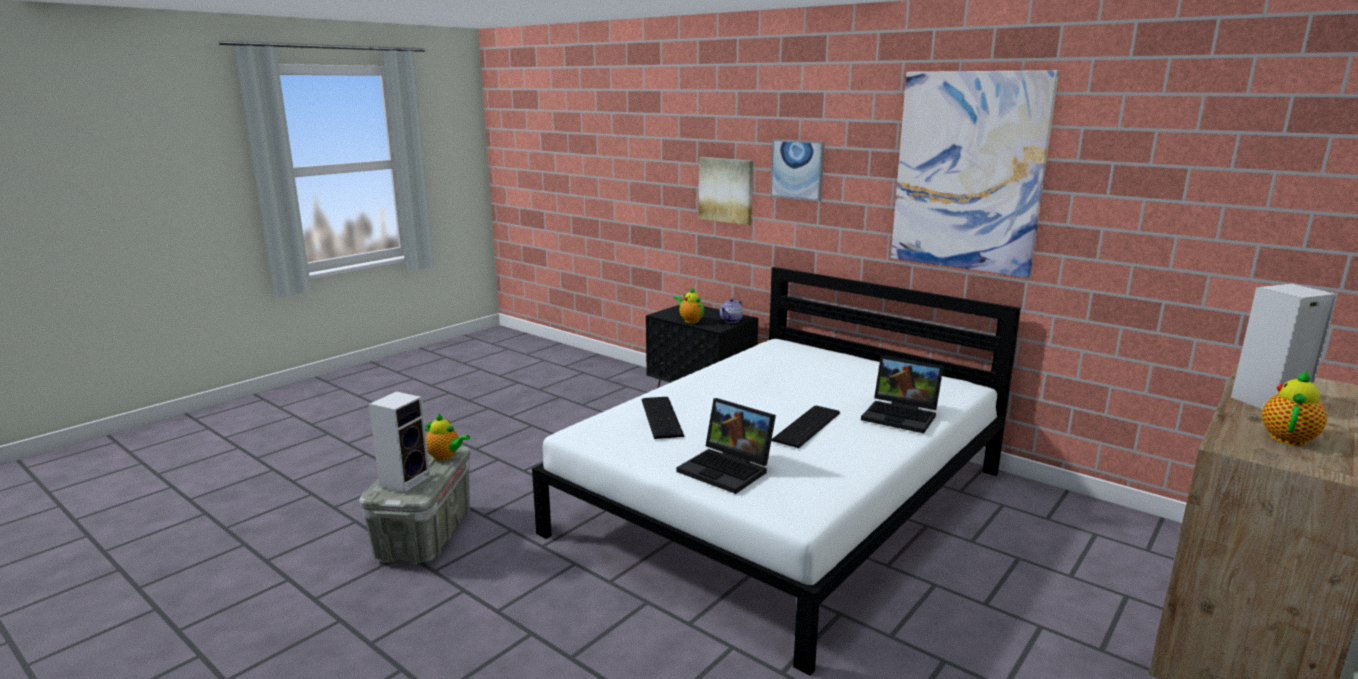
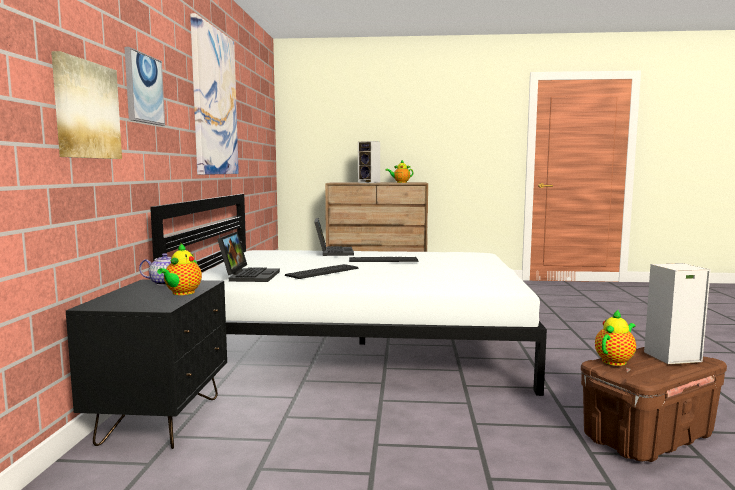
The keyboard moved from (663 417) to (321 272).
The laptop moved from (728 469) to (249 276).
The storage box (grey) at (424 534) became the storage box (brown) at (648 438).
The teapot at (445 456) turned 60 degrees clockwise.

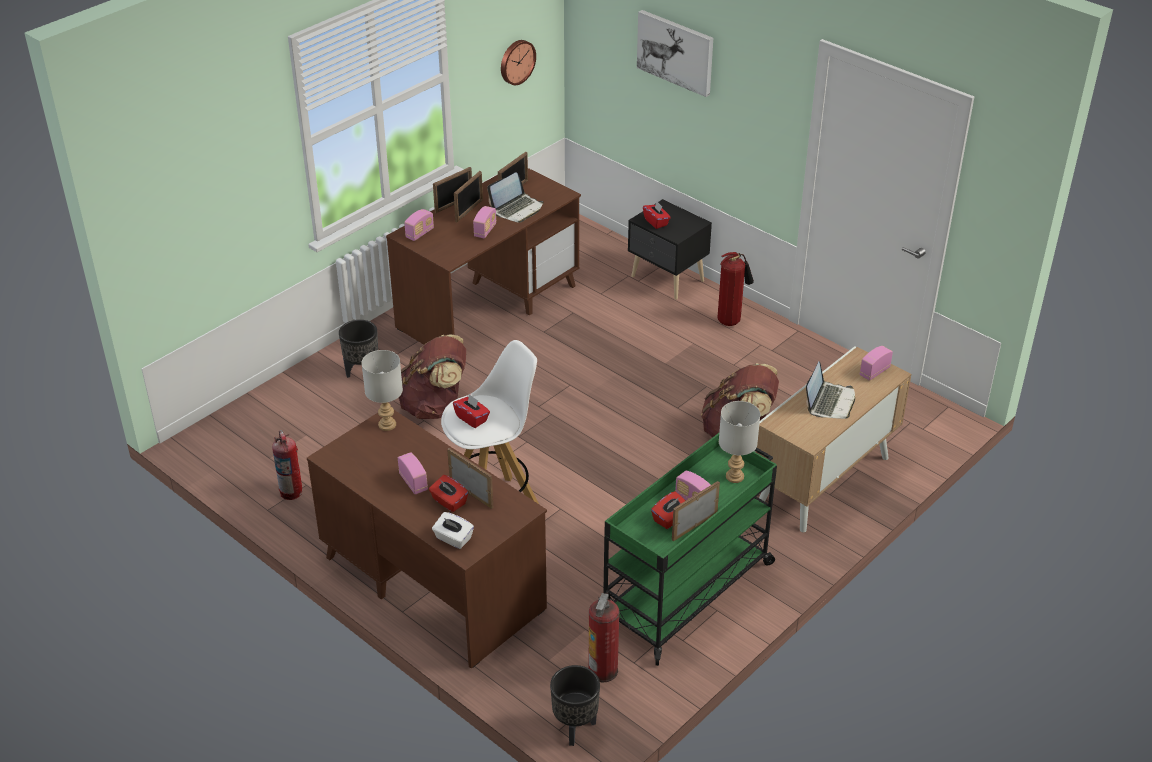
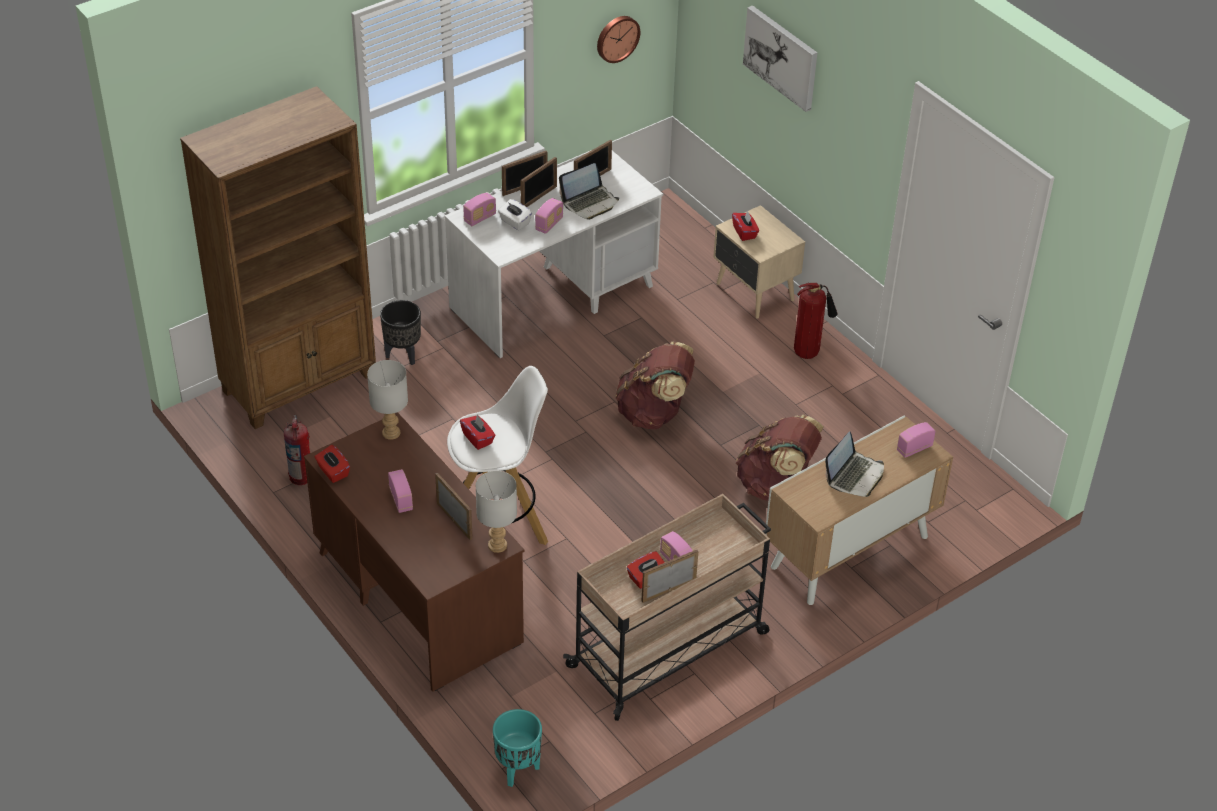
The fire extinguisher at (603 670) disappeared.
The bookcase (brown) at (300 383) appeared.
The backpack (brown) moved from (435 406) to (654 413).
The tissue box (red) moved from (449 502) to (333 472).
The tissue box (white) moved from (453 539) to (514 222).
The table lamp (grey) moved from (735 477) to (497 546).
The desk (brown) at (489 305) became the desk (white) at (554 296).
The planter (black) at (575 728) became the planter (turquoise) at (518 770).
The cart (green) at (687 592) became the cart (beige) at (670 649).
The nightstand (black) at (667 280) became the nightstand (beige) at (754 293).

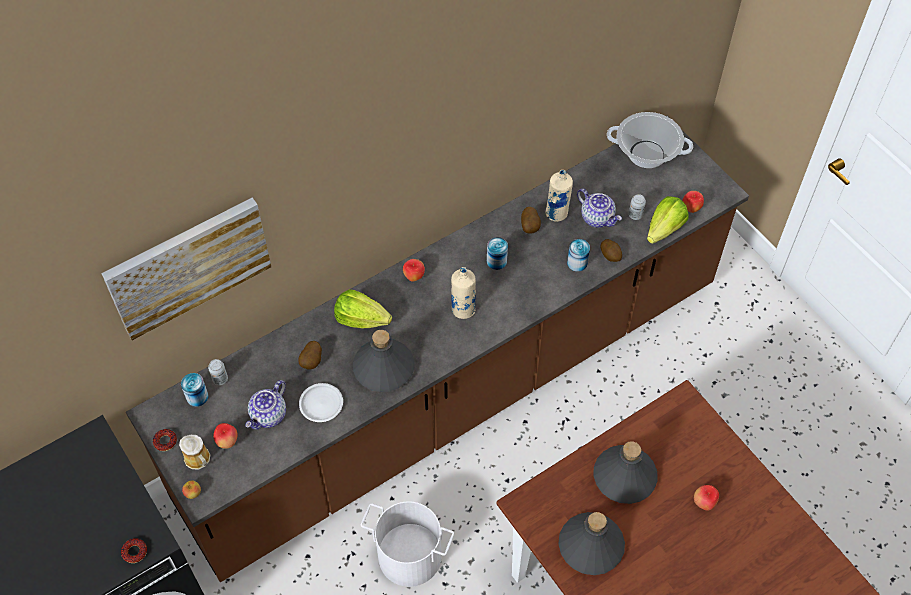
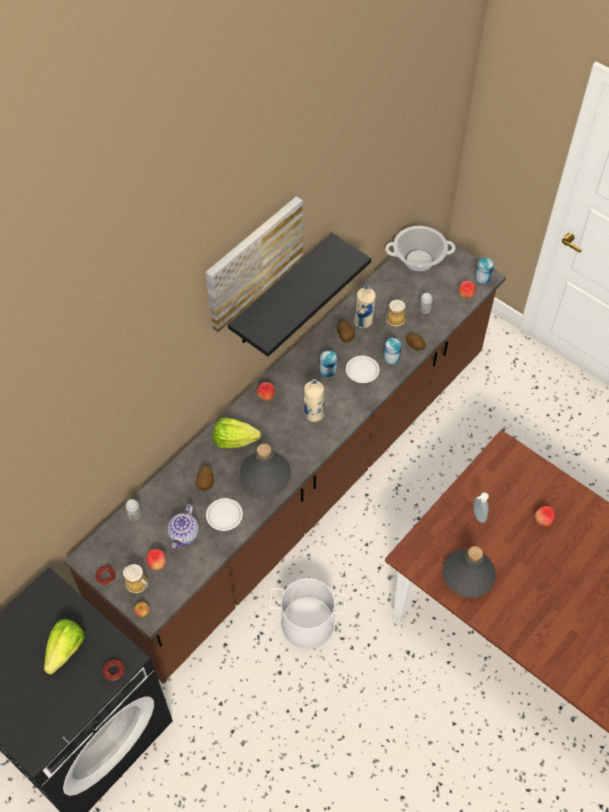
The shelf (black) at (281 292) appeared.
The plate (white) at (362 370) appeared.
The picture moved from (188 266) to (253 262).
The can moved from (197 397) to (483 277).
The lettuce moved from (664 229) to (66 650).
The teapot at (597 218) was replaced by the mug at (396 318).
The bottle (grey) at (625 477) was replaced by the soap dispenser at (477 516).

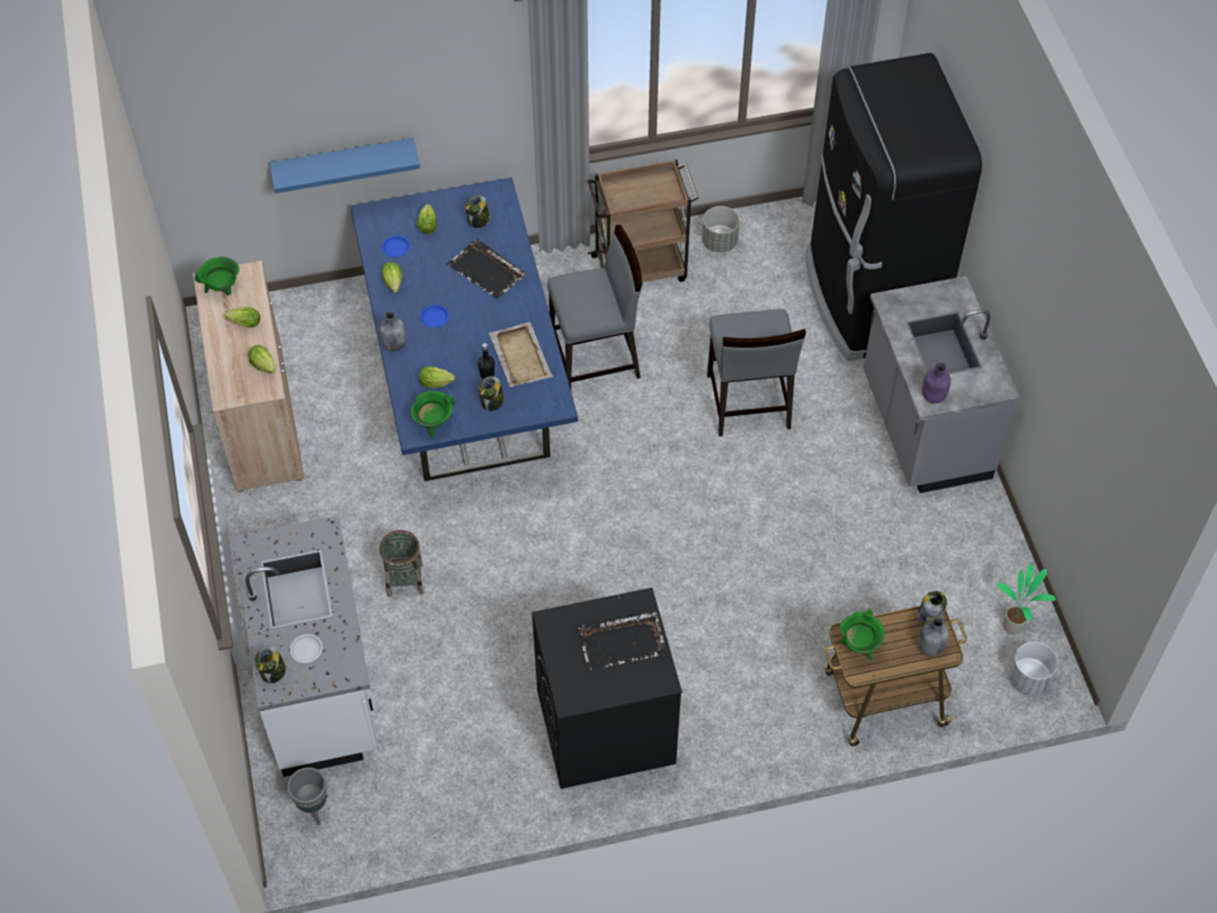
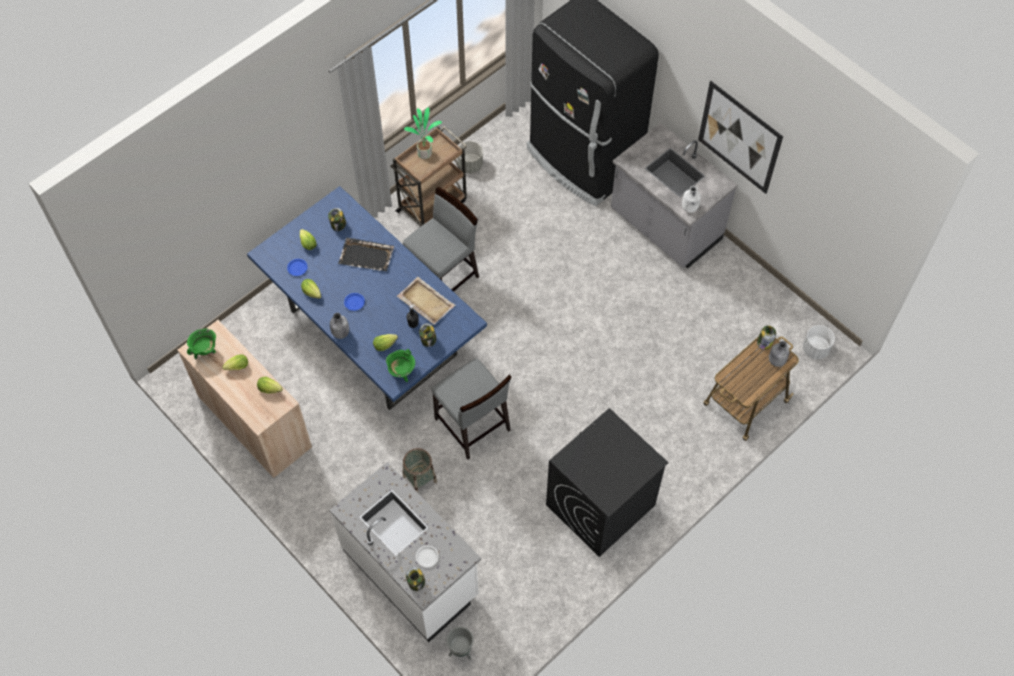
The shelf (blue) at (343 162) disappeared.
The tray (black) at (623 642) disappeared.
The cooking pot (green) at (859 646) disappeared.
The picture at (739 137) appeared.
The chair (grey) moved from (747 402) to (472 425).
The potted plant moved from (1014 624) to (425 153).
The bottle (purple) at (932 397) became the bottle (white) at (689 208).

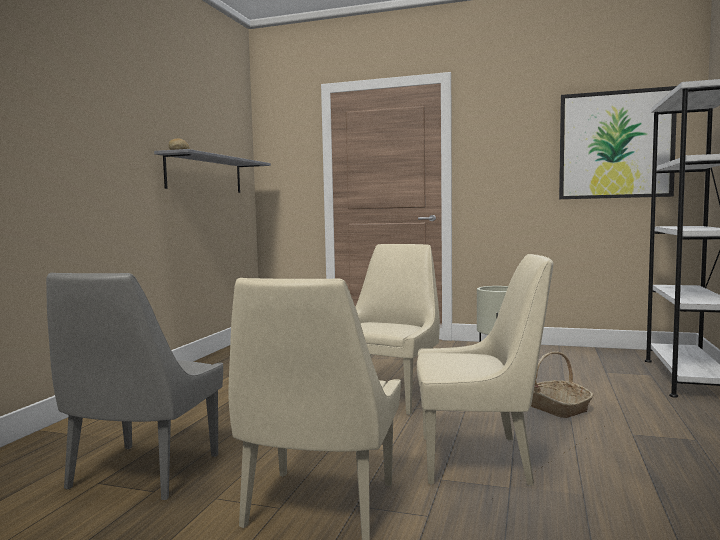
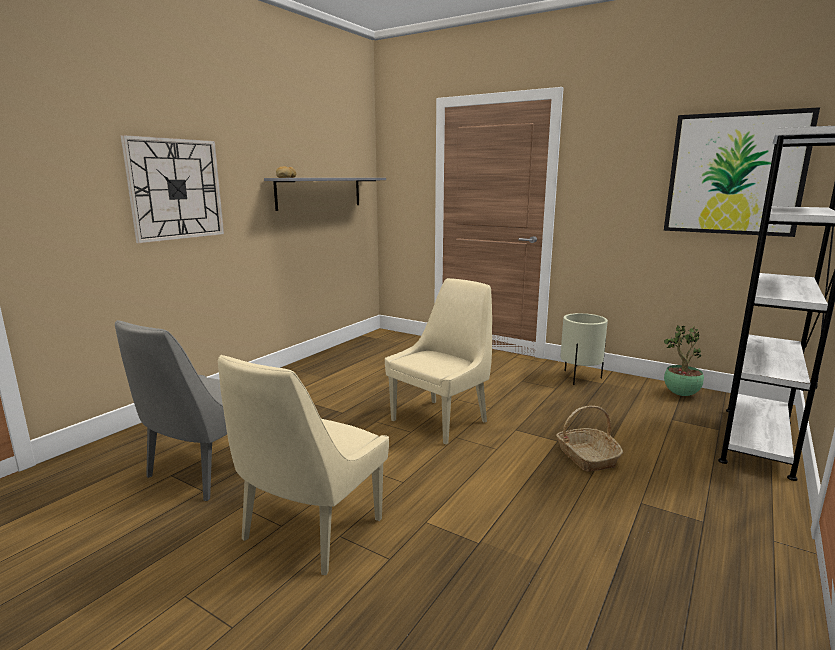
The chair (beige) at (479 459) disappeared.
The wall clock at (176 189) appeared.
The potted plant at (680 394) appeared.

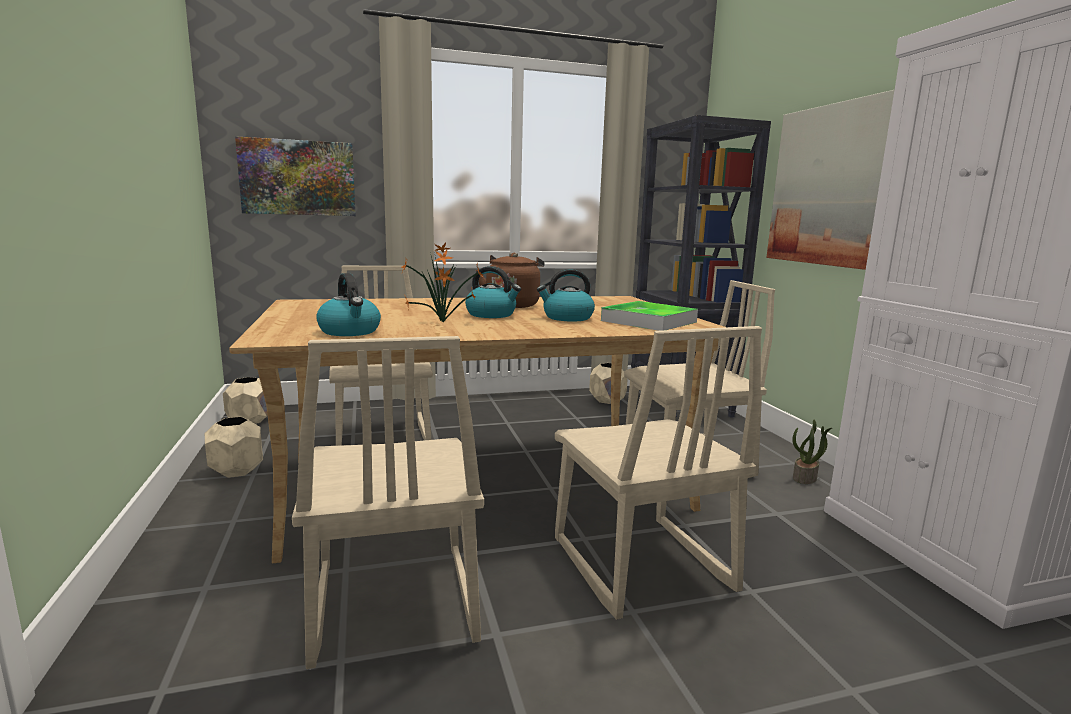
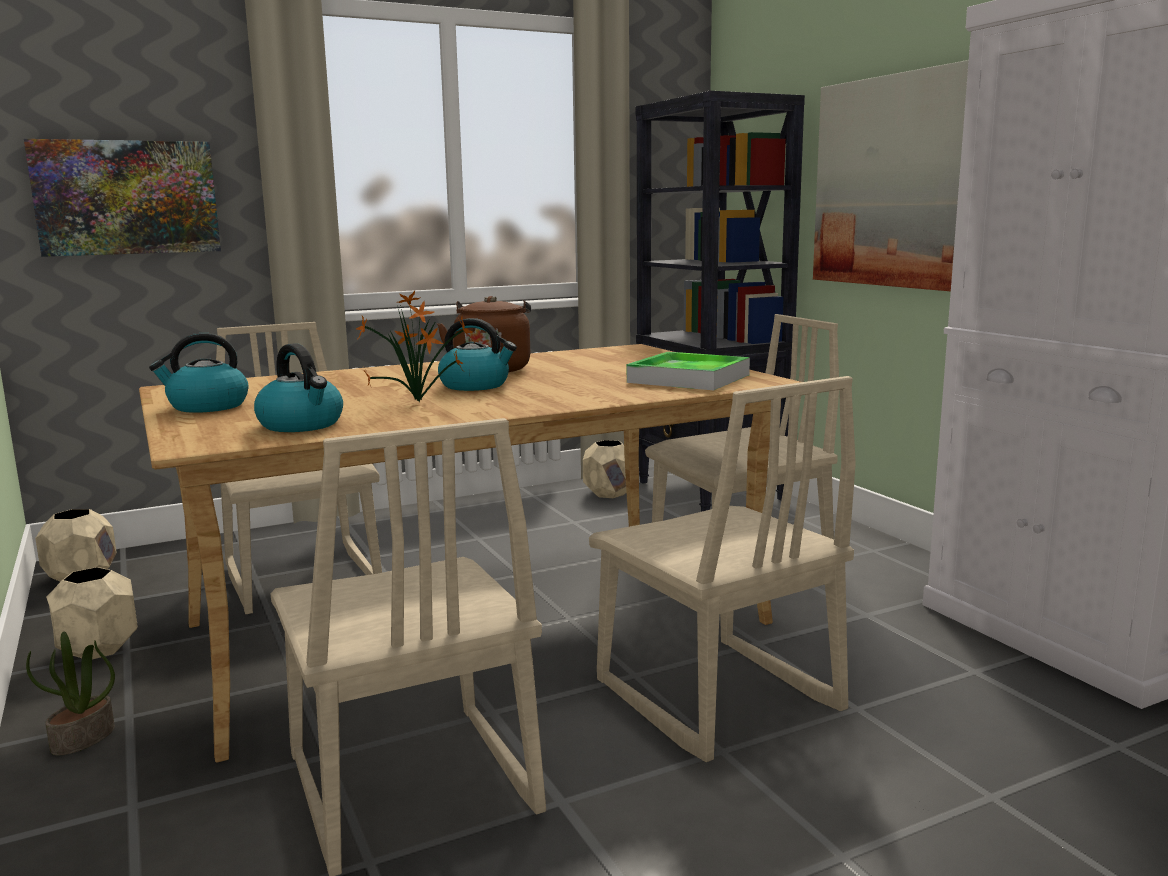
The kettle moved from (567 318) to (207 406).
The potted plant moved from (805 478) to (83 739).

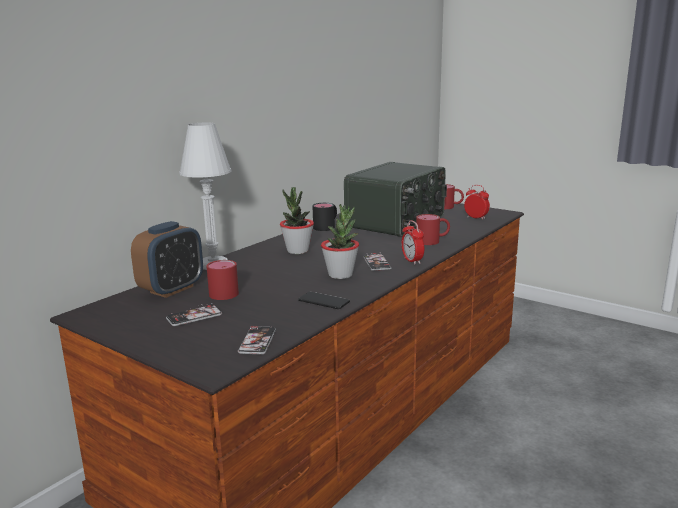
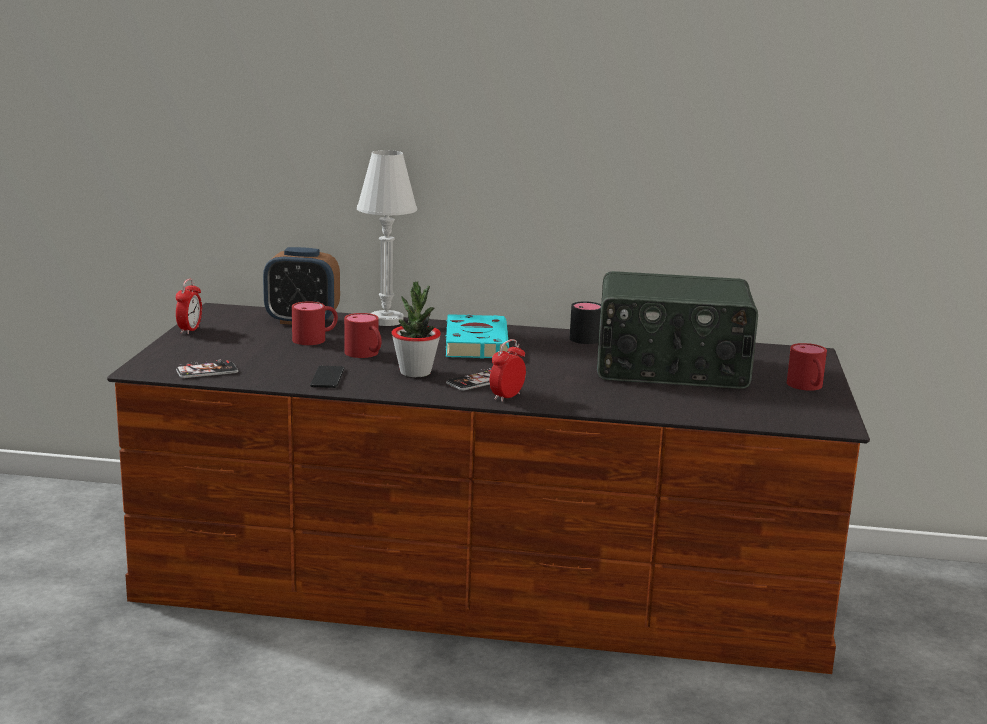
The phone at (194 316) disappeared.
The mug (red) moved from (433 241) to (366 354).
The alarm clock moved from (476 218) to (190 330).
The potted plant at (297 251) was replaced by the book (turquoise) at (475 343).

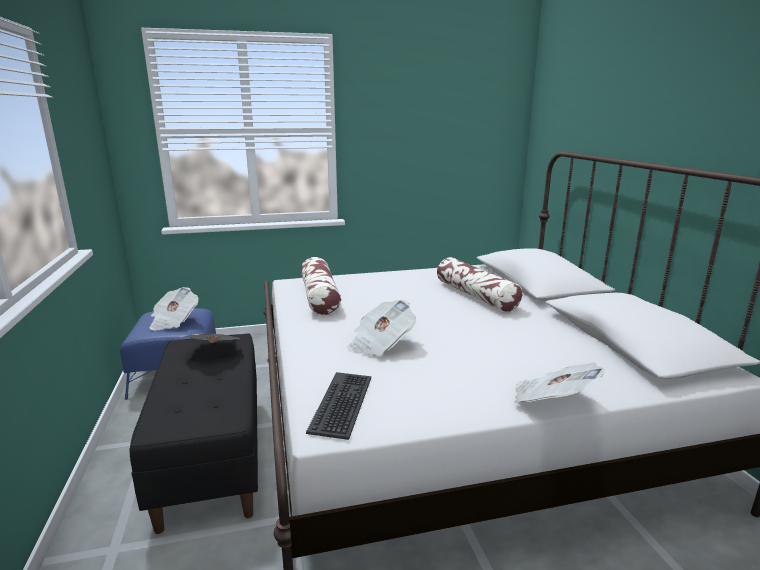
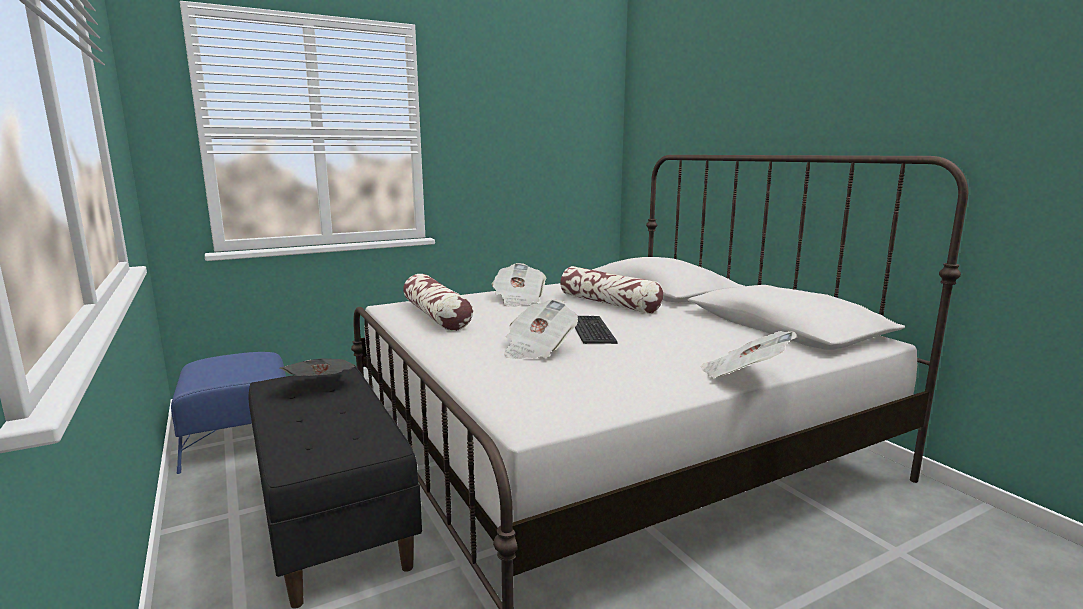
The newspaper moved from (174 321) to (518 300).
The keyboard moved from (342 404) to (592 330).

